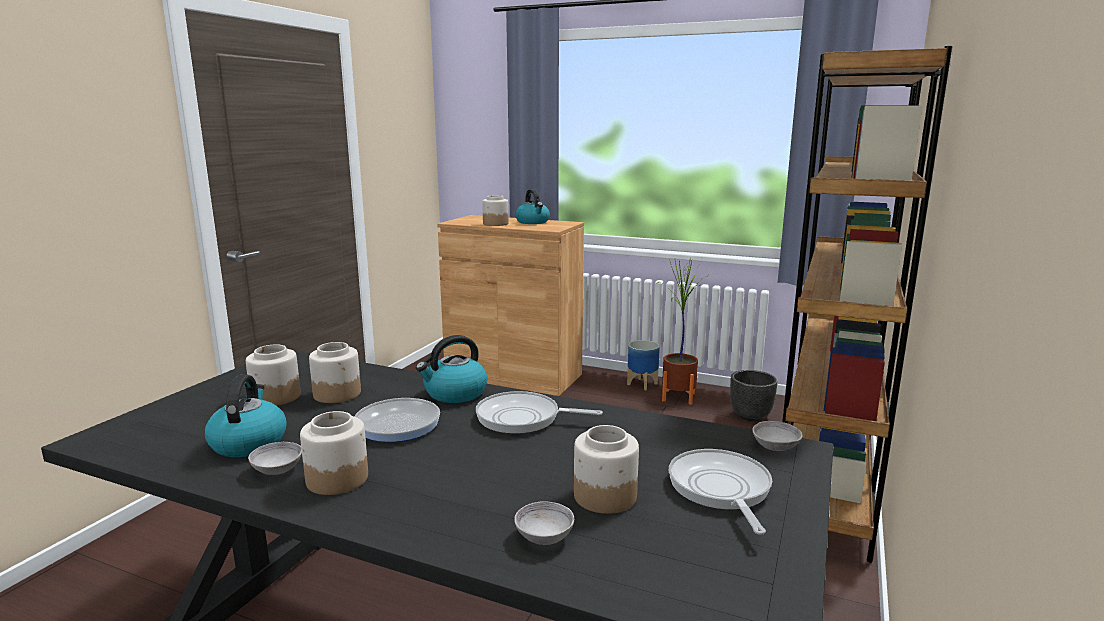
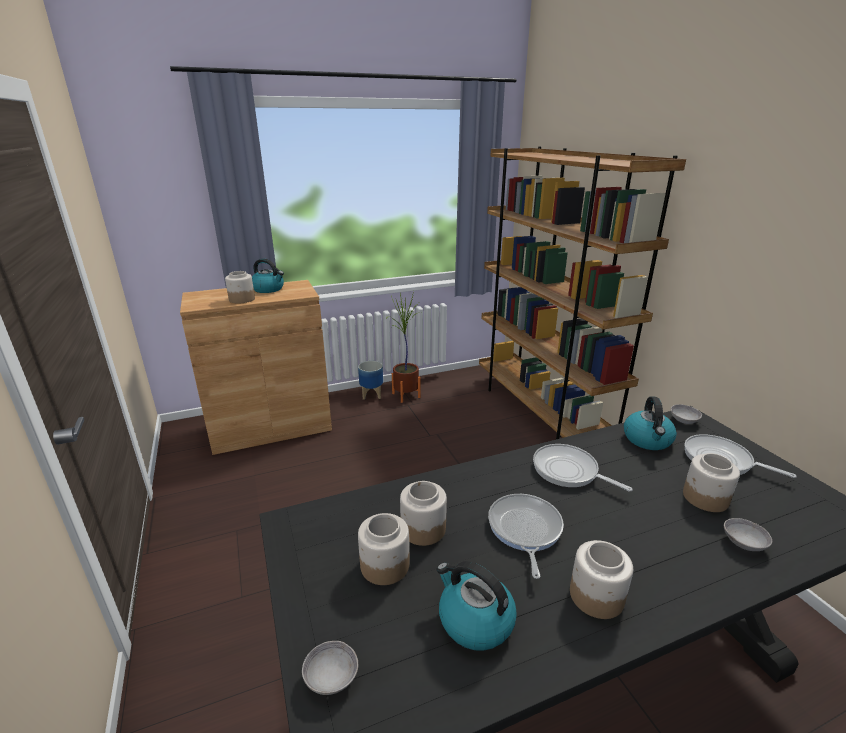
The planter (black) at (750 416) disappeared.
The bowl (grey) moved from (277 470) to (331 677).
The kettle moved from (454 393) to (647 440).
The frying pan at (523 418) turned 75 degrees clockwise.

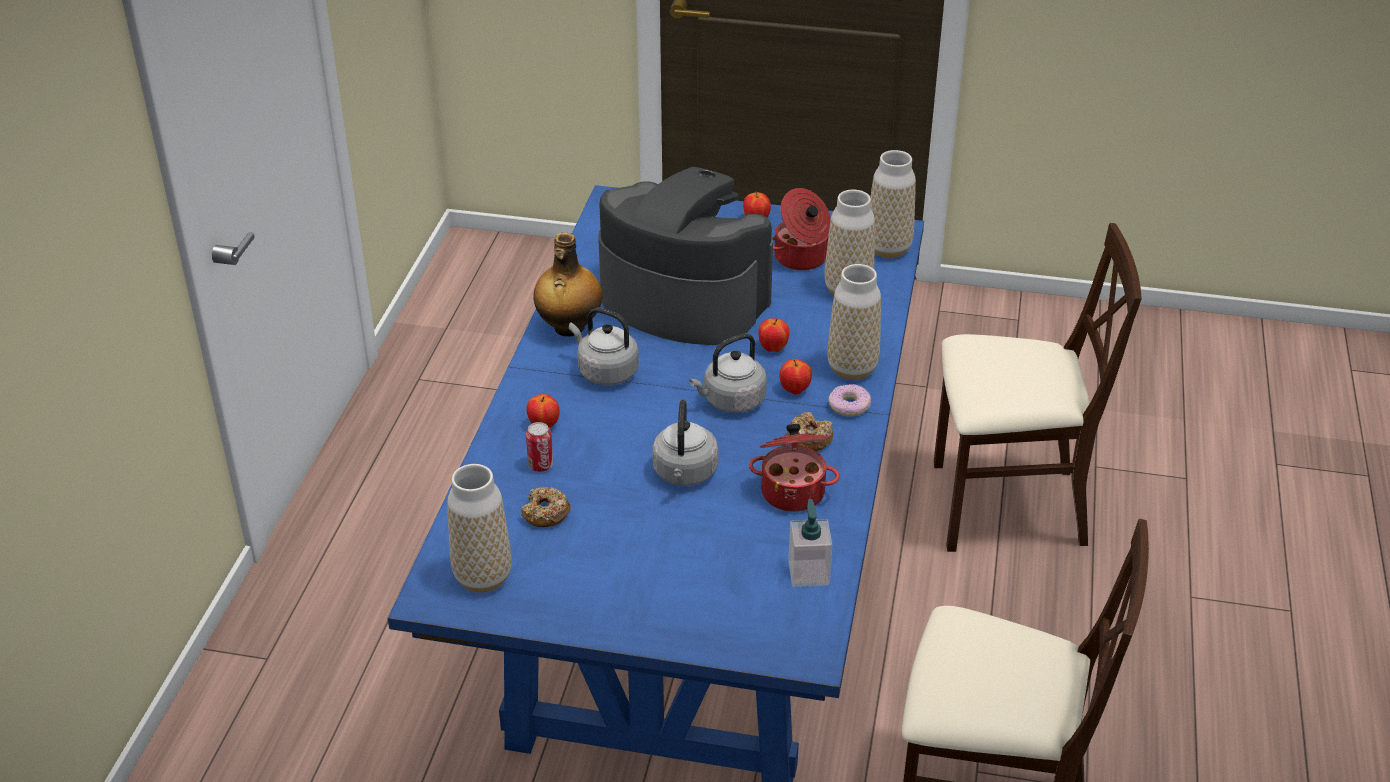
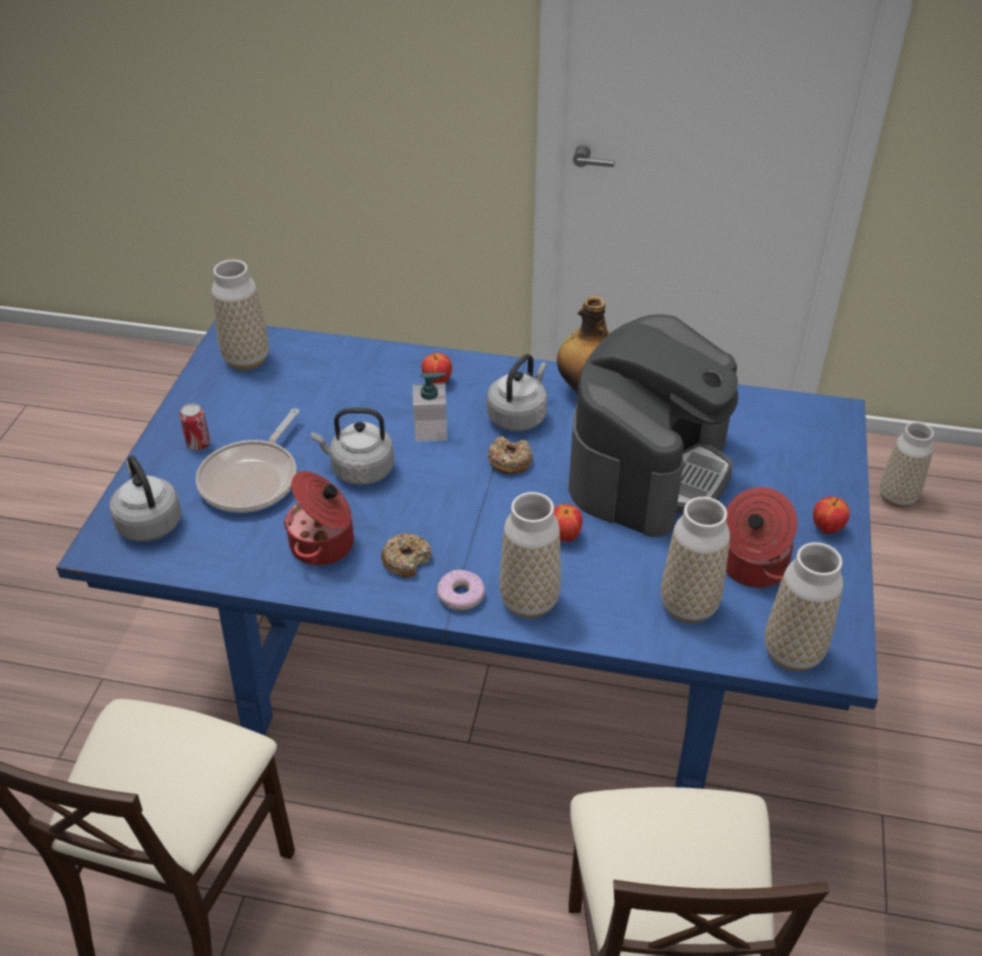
The apple at (795 390) disappeared.
The frying pan at (253 479) appeared.
The vase at (897 497) appeared.
The donut moved from (545 514) to (509 461).
The can moved from (540 465) to (198 444).
The kettle (grey) moved from (731 401) to (149 522).
The soap dispenser moved from (808 573) to (431 430).

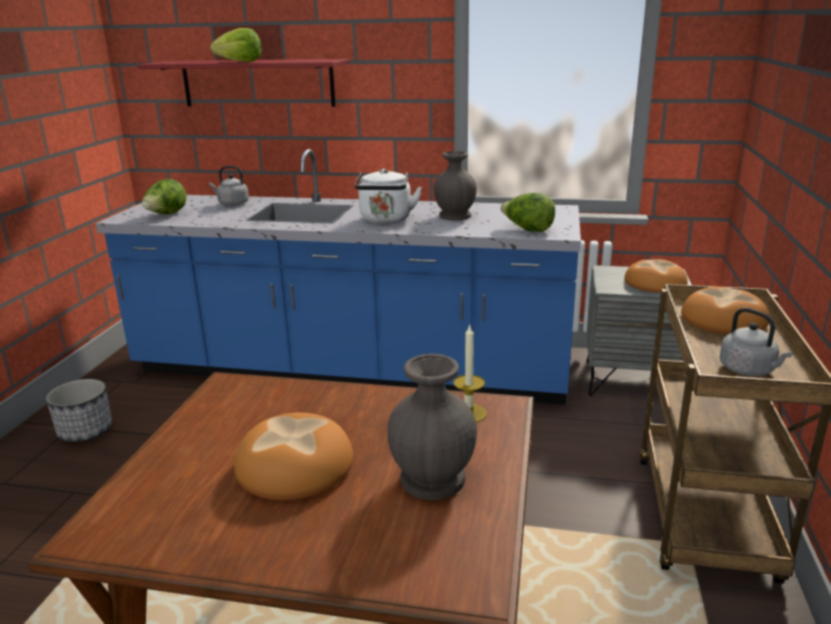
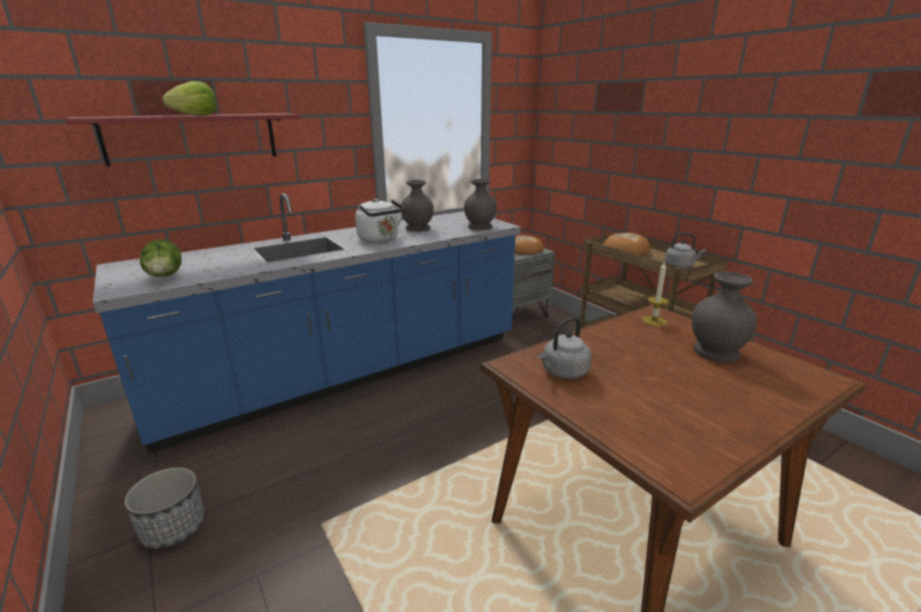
The bread at (295 466) disappeared.
The kettle (grey) moved from (232 204) to (563 372).
The lettuce at (527 230) was replaced by the vase (grey) at (480 227).

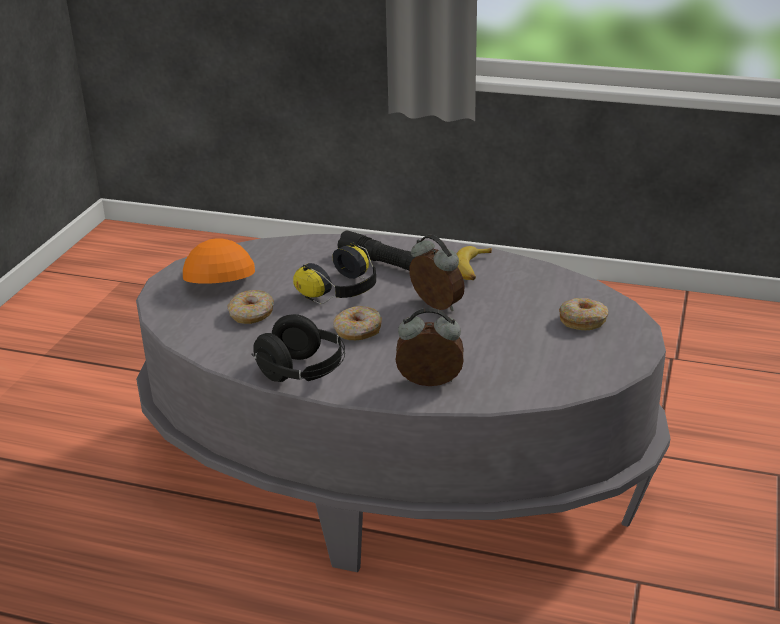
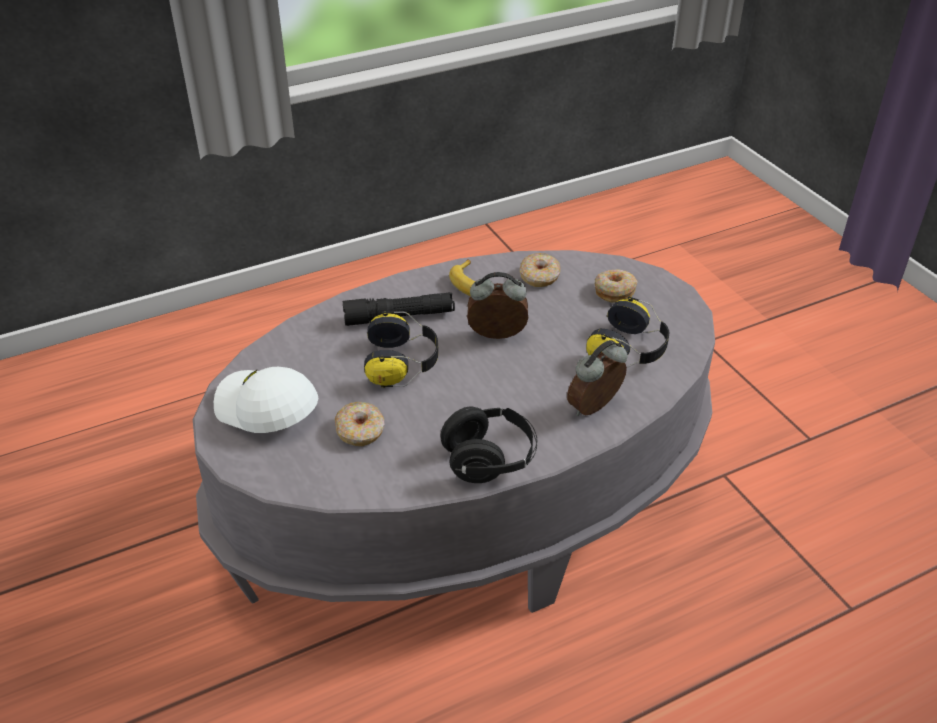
The headphones at (630 350) appeared.
The donut moved from (357 331) to (539 277).
The cap (orange) at (218 275) became the cap (white) at (265 409).

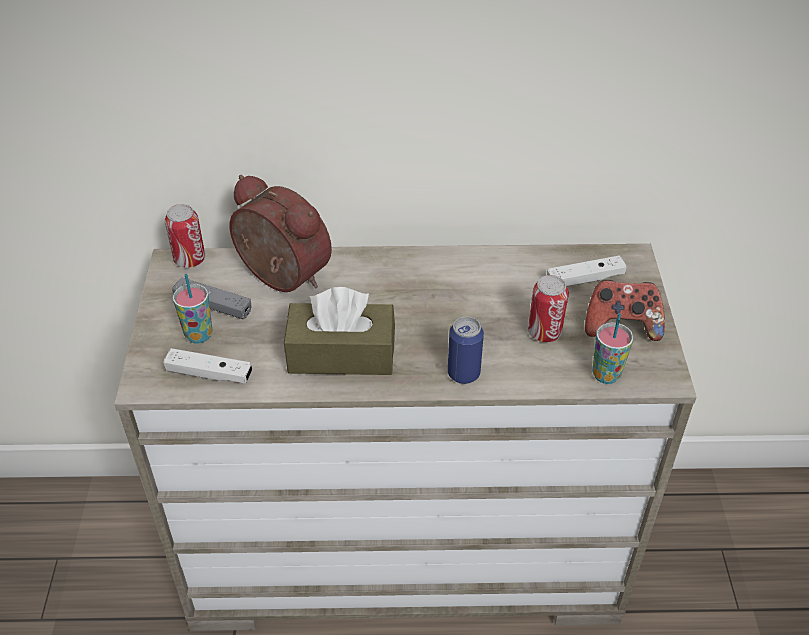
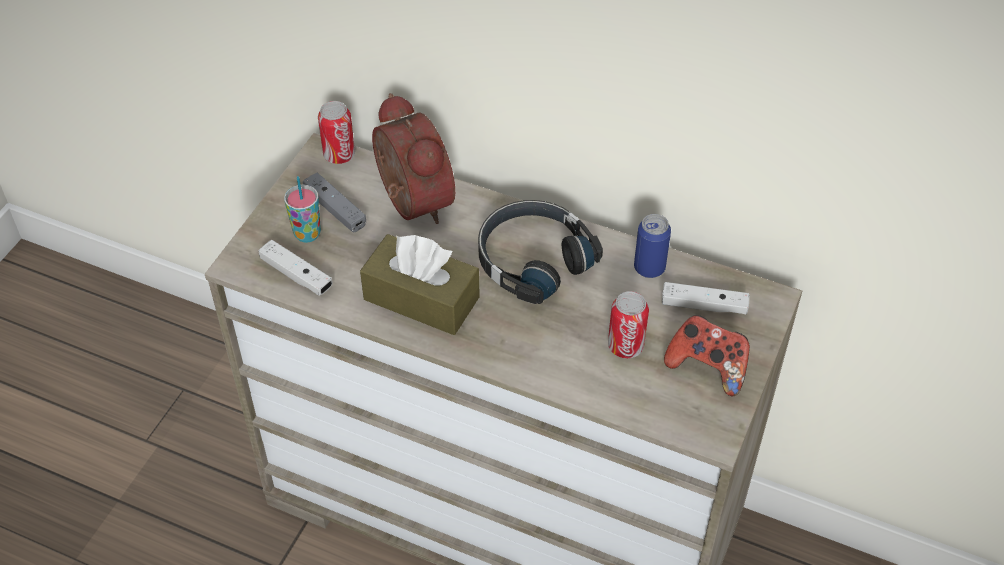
The cup at (606 375) disappeared.
The headphones (black) at (532 259) appeared.
The can moved from (463 373) to (649 268).

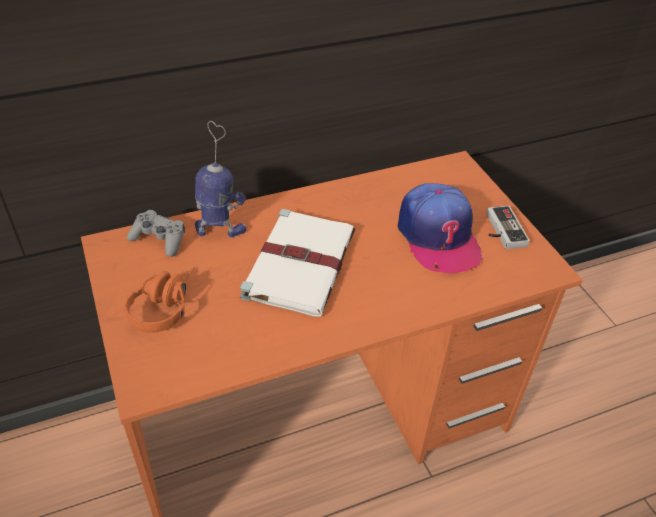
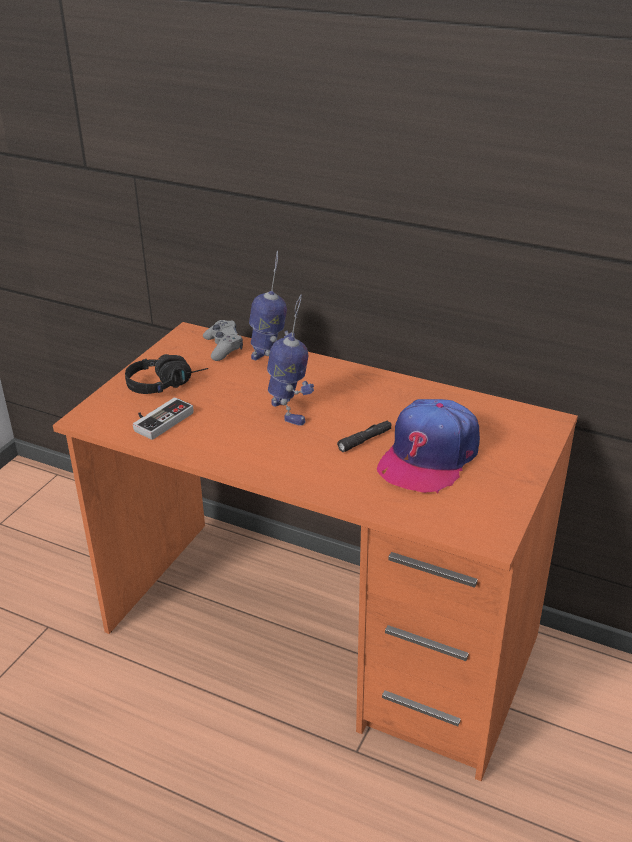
The flashlight (black) at (364 440) appeared.
The game controller moved from (501 230) to (159 420).
The book (white) at (300 263) was replaced by the toy robot at (289 412).
The headphones (orange) at (165 304) became the headphones (black) at (167 384).

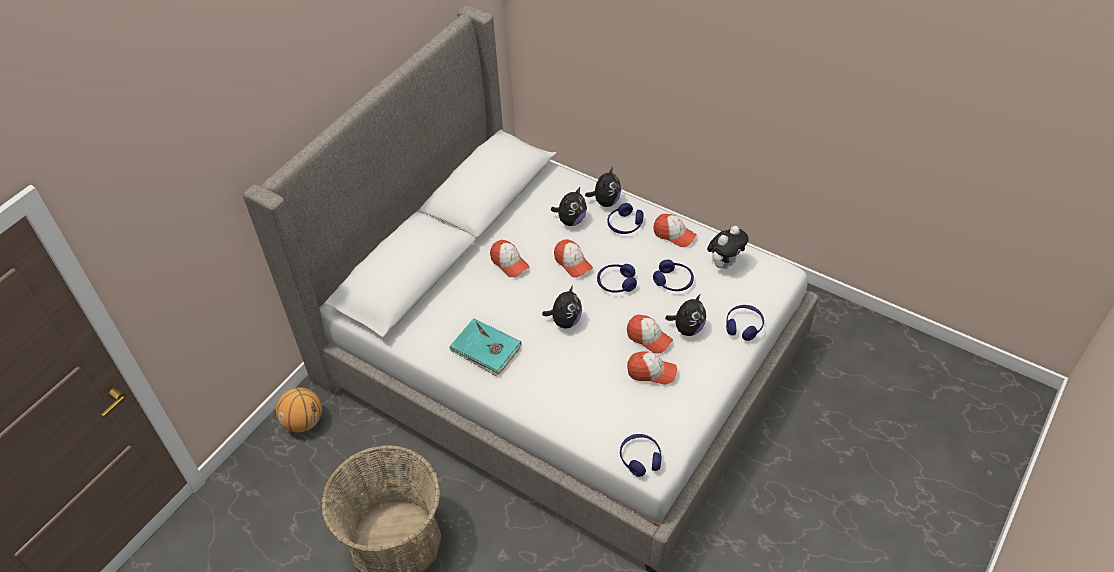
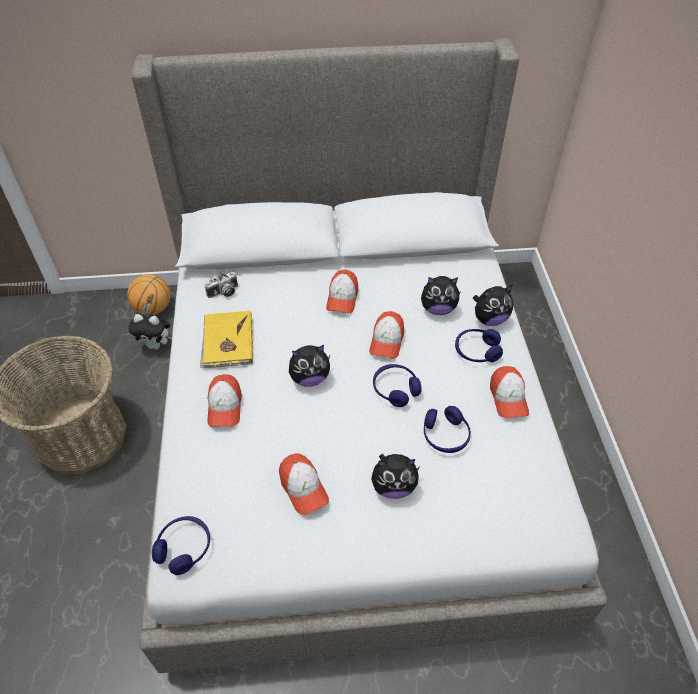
The headphones (blue) at (743 326) disappeared.
The photo camera at (223 292) appeared.
The cap moved from (649 338) to (225 406).
The plush toy moved from (724 263) to (156 345).
The book (turquoise) at (485 349) became the book (yellow) at (227 342).

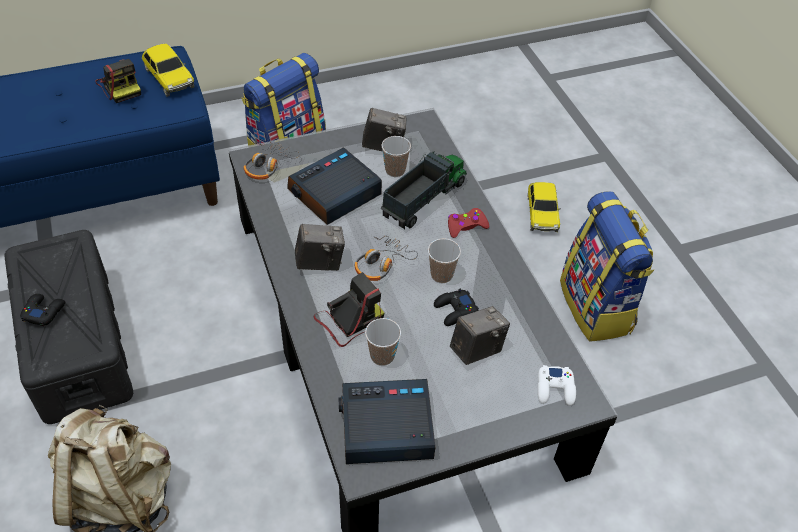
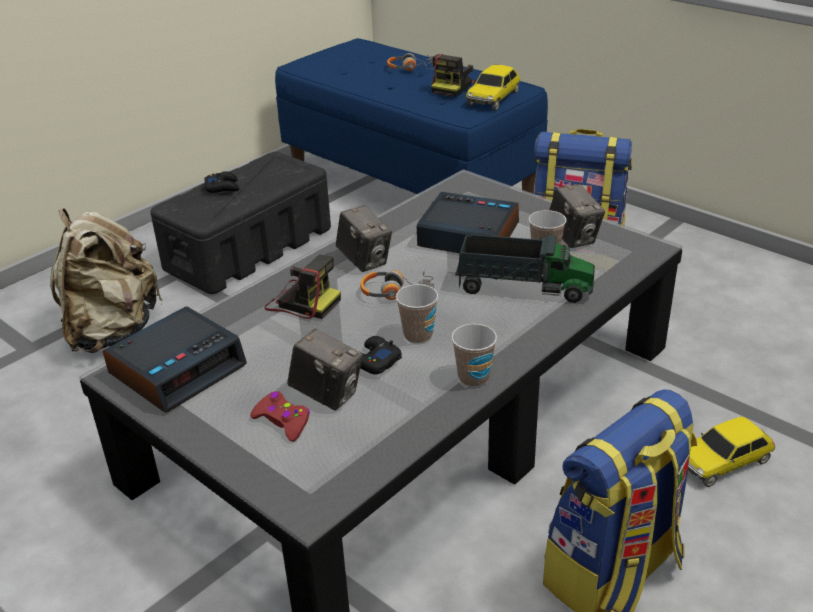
The game controller (white) at (555 389) disappeared.
The headphones moved from (268 165) to (413 68).
The cup moved from (382 356) to (473 378).
The game controller (red) moved from (466 226) to (283 421).
The alarm clock at (385 427) turned 75 degrees clockwise.

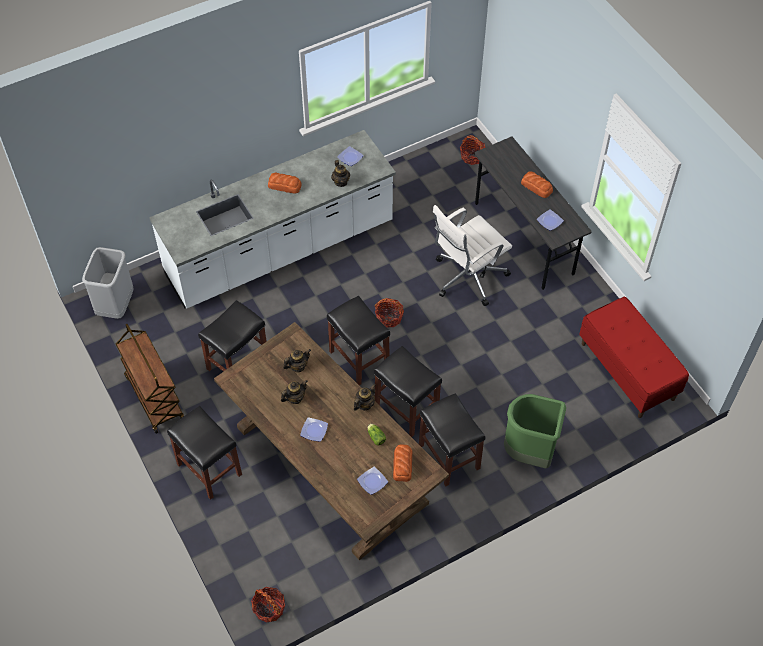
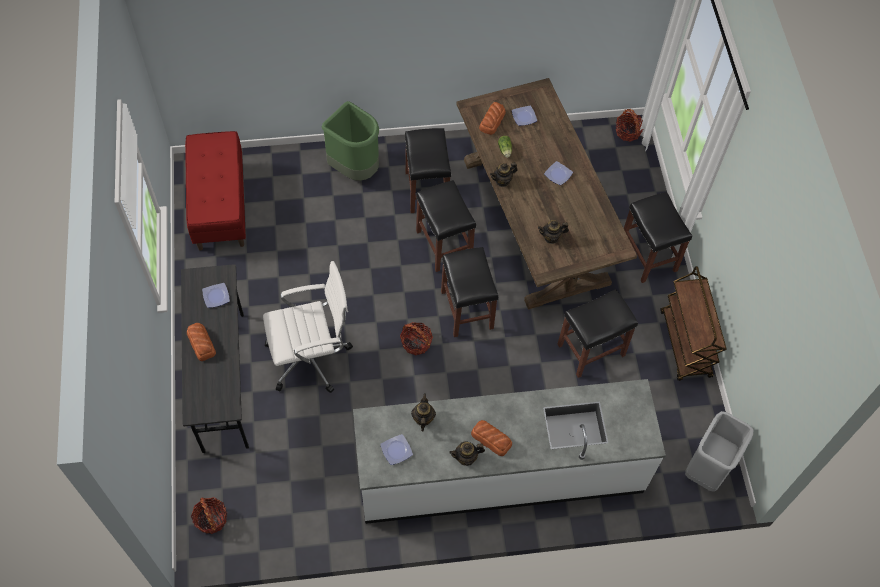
The teapot moved from (295 398) to (466 458).

